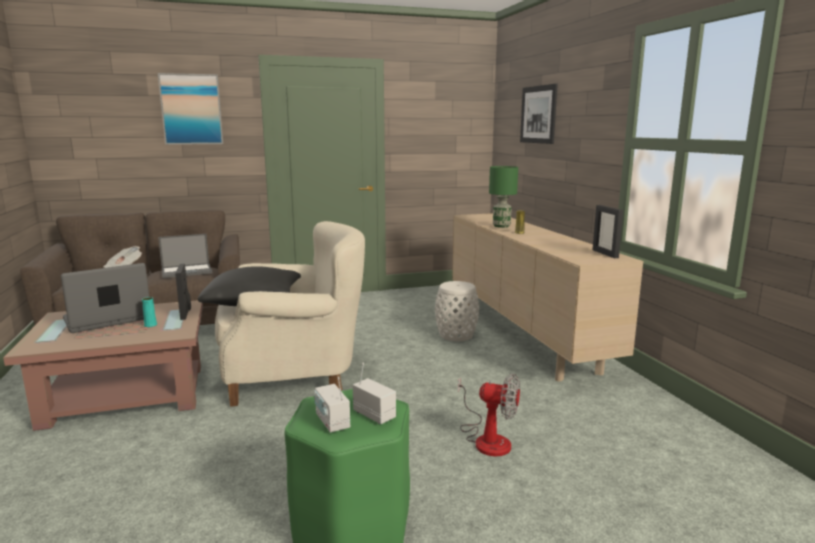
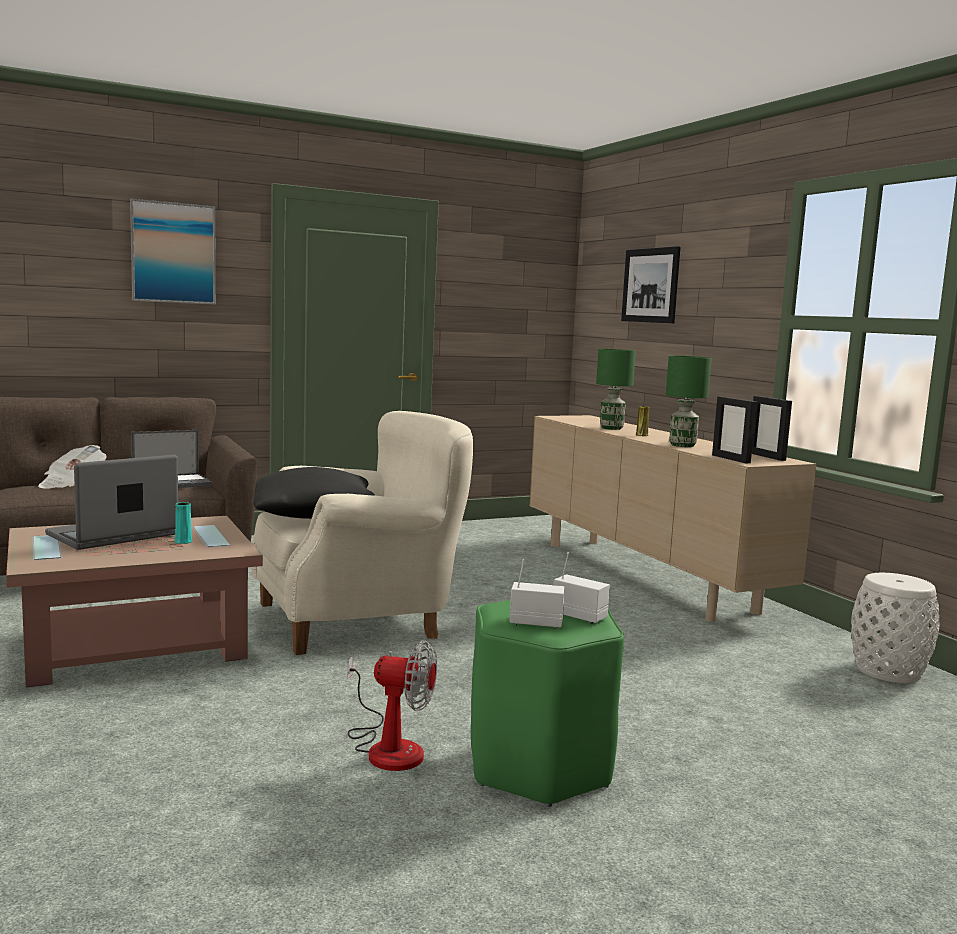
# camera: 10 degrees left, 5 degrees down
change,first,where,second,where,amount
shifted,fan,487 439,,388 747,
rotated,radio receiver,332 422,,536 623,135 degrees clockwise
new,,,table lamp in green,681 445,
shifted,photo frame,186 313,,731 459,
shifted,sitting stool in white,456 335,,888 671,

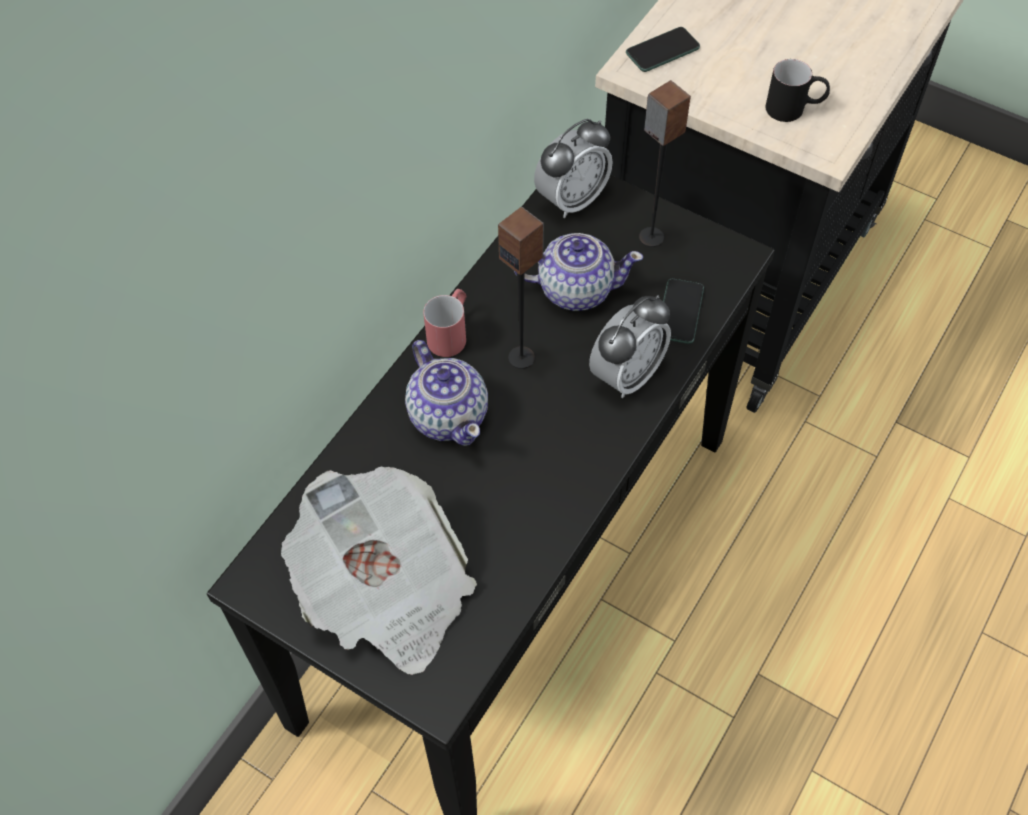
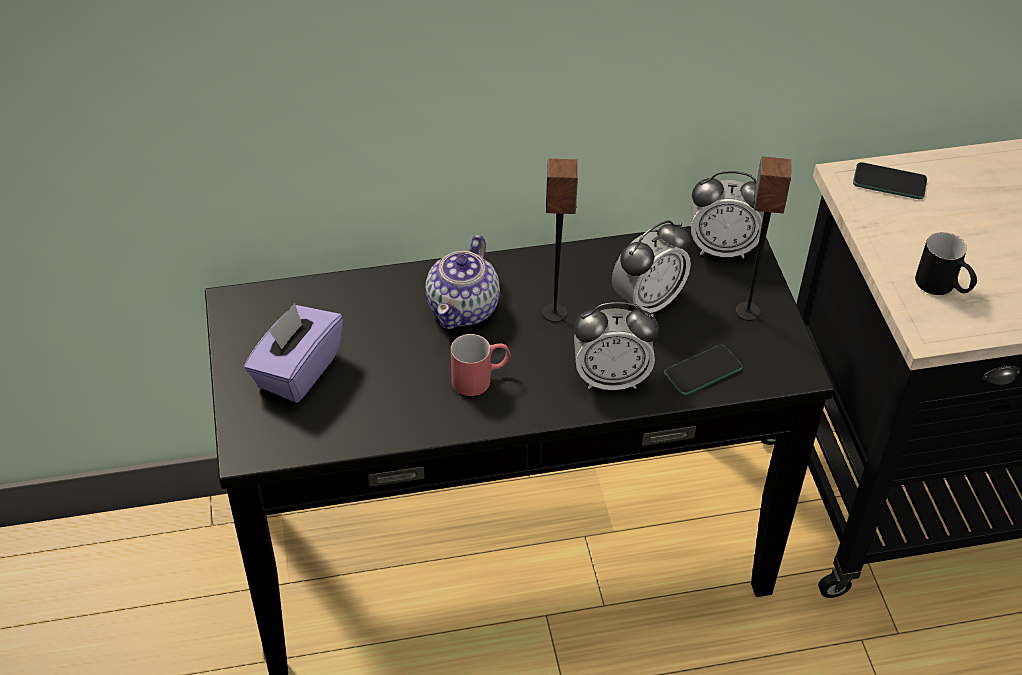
# camera: 45 degrees right, 10 degrees down
change,first,where,second,where,amount
swapped,newspaper,386 590,tissue holder in purplish,297 370,
shifted,coffee mug in red,451 333,,481 378,
swapped,tea pot,575 289,alarm clock,647 301,

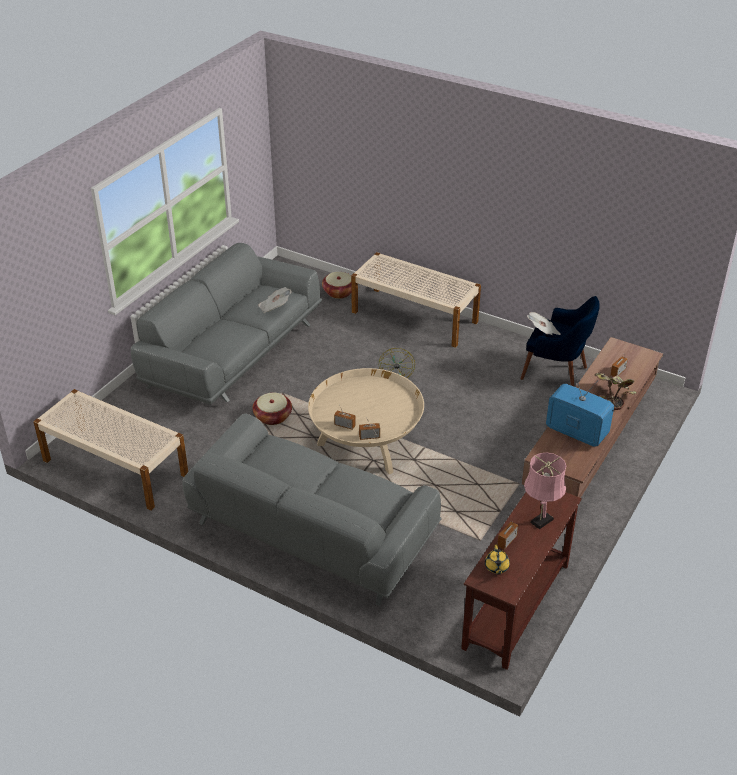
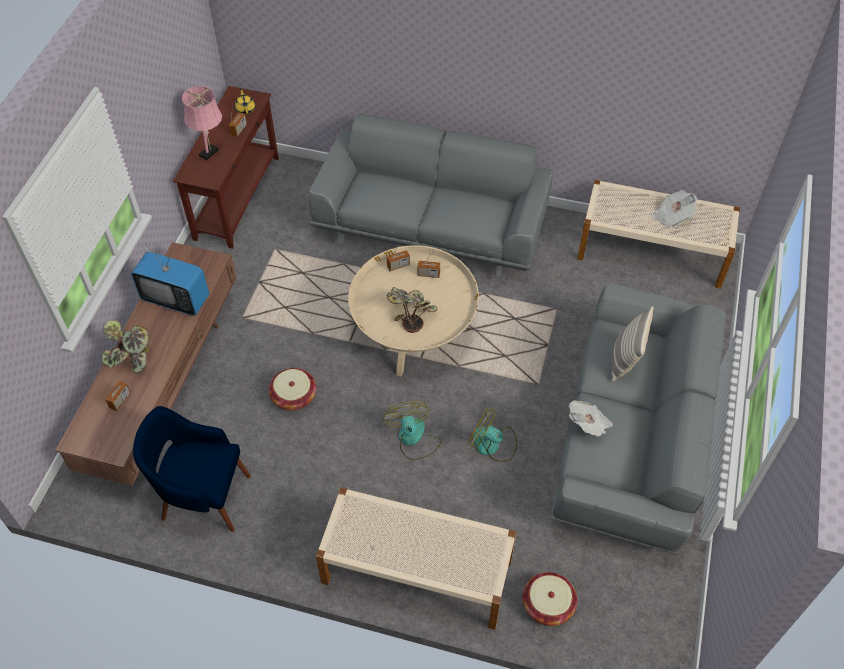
# camera: 165 degrees right, 15 degrees up
change,first,where,second,where,amount
shifted,household basket,273 416,,294 396,
new,,,plant in a pot,410 314,
new,,,fan,492 445,
new,,,cushion,625 360,
shifted,newspaper,543 332,,672 216,

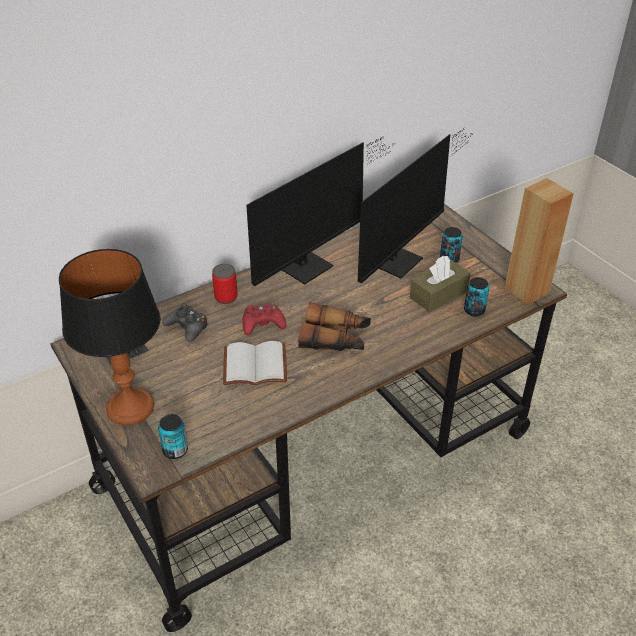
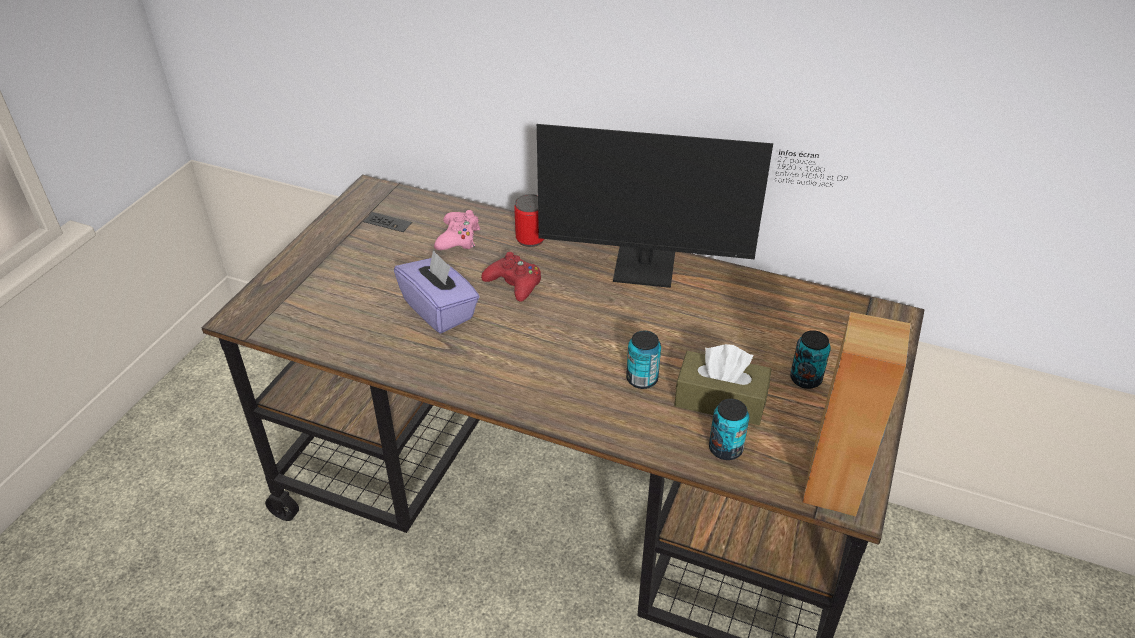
# camera: 55 degrees right, 0 degrees up
change,first,where,second,where,amount
swapped,book in white,254 367,tissue holder in purplish,440 310,
repainted,gamepad in black,187 327,gamepad in pinkish,458 238,
shifted,metal can,175 450,,642 379,
gone,table lamp,131 407,,,
gone,pair of binoculars,335 338,,,
gone,computer screen,401 258,,,

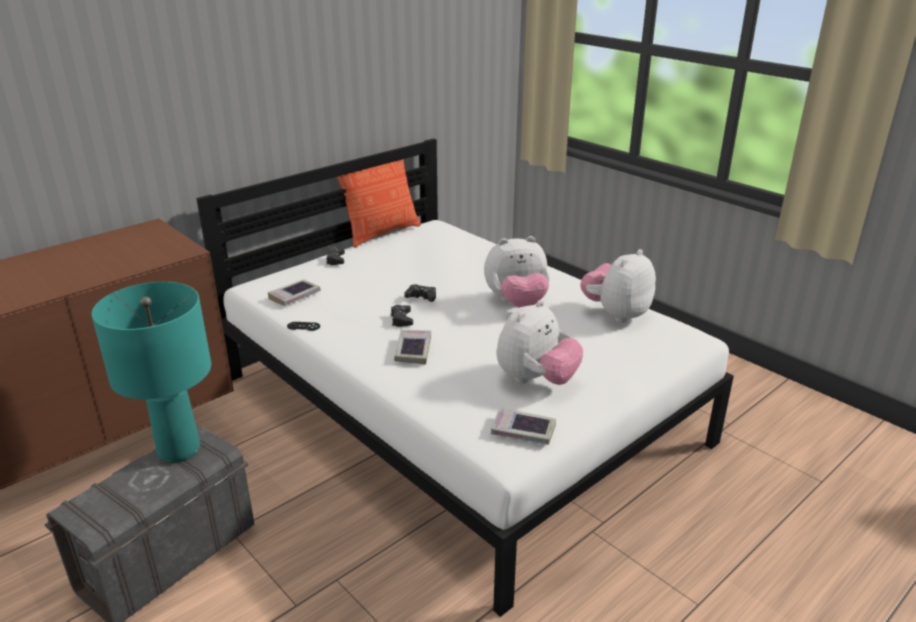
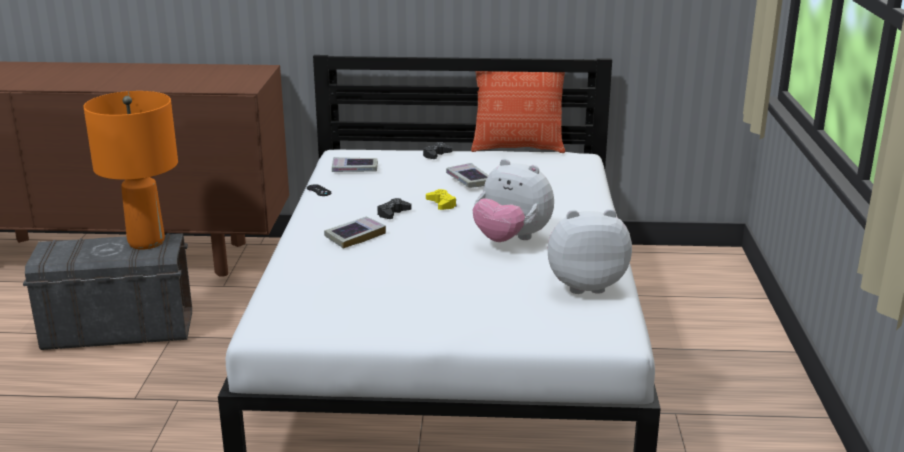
# camera: 45 degrees right, 5 degrees down
change,first,where,second,where,amount
repainted,table lamp in turquoise-coloured,178 451,table lamp in orangey,145 242,
repainted,gamepad in black,421 297,gamepad in yellowish,441 204,
shifted,book,523 431,,469 180,
gone,soft toy,536 380,,,

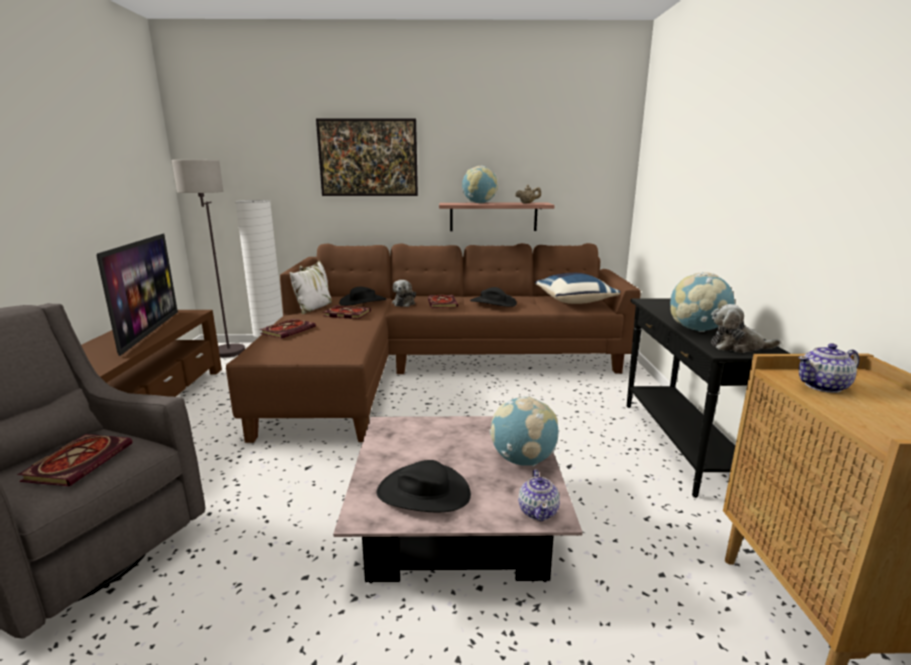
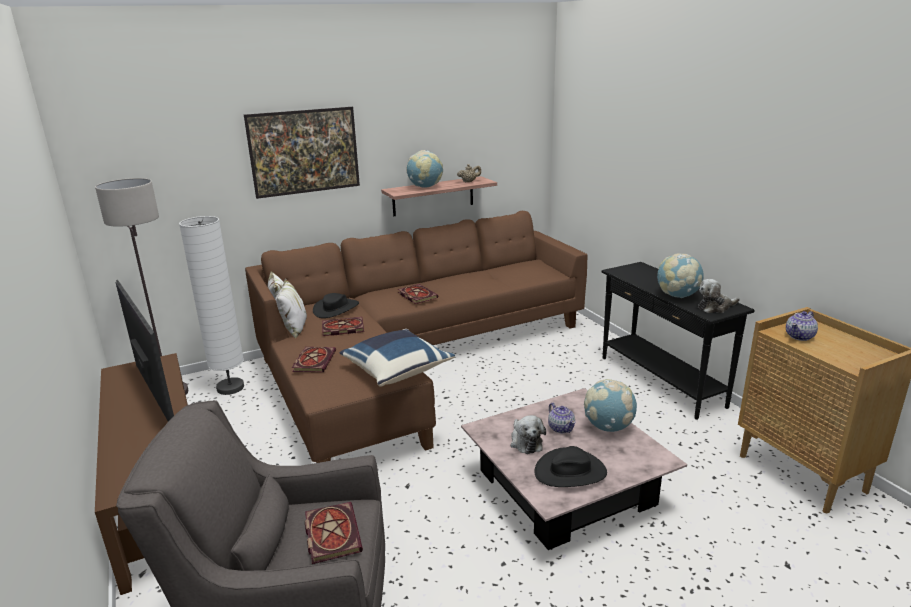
# camera: 25 degrees left, 5 degrees up
change,first,where,second,where,amount
shifted,cushion in blue-coloured,574 301,,396 371,
shifted,soft toy,404 303,,525 442,
shifted,tea pot,538 511,,561 428,
gone,hat in black,493 302,,,

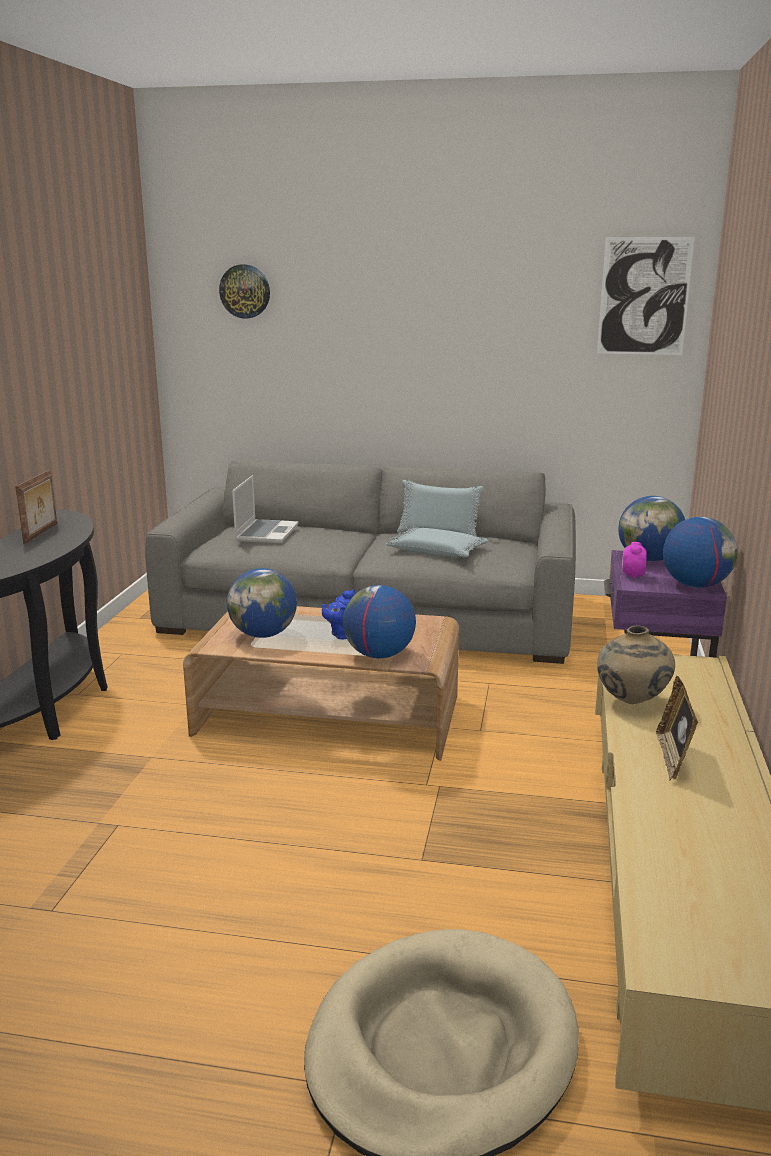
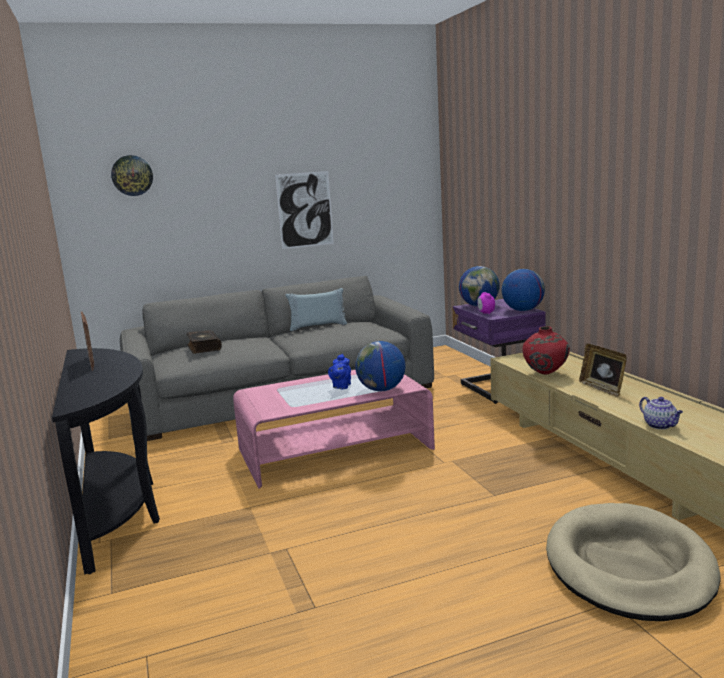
# camera: 30 degrees left, 5 degrees down
change,first,where,second,where,amount
swapped,notebook computer,266 533,book,203 347,
repainted,lounge table in brown,328 715,lounge table in pinkish,334 449,
shifted,wall picture,644 296,,305 210,
repainted,flower vase in beige-coloured,632 703,flower vase in red,546 374,
new,,,tea pot,660 425,
gone,world globe,263 635,,,
gone,cushion in blue-coloured,437 549,,,

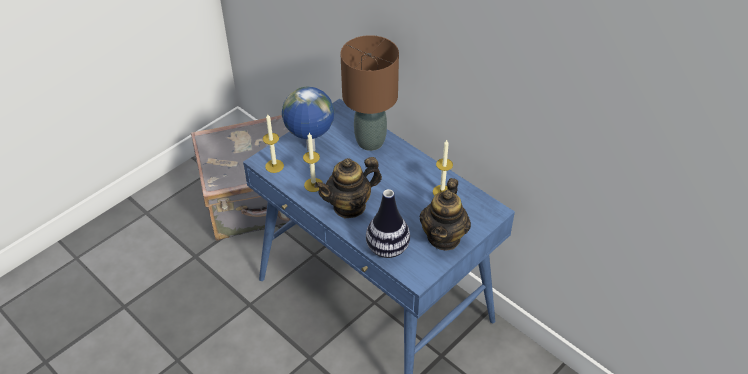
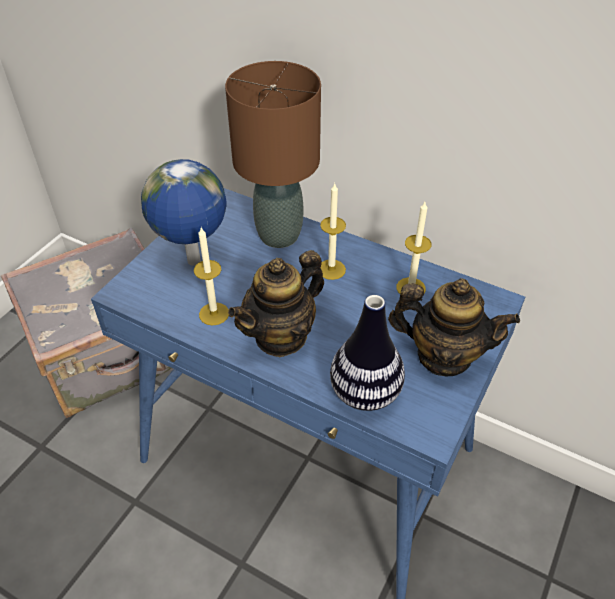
# camera: 15 degrees left, 0 degrees up
change,first,where,second,where,amount
shifted,wax light,274 166,,331 269,
rotated,tea pot,444 237,,443 356,75 degrees counterclockwise

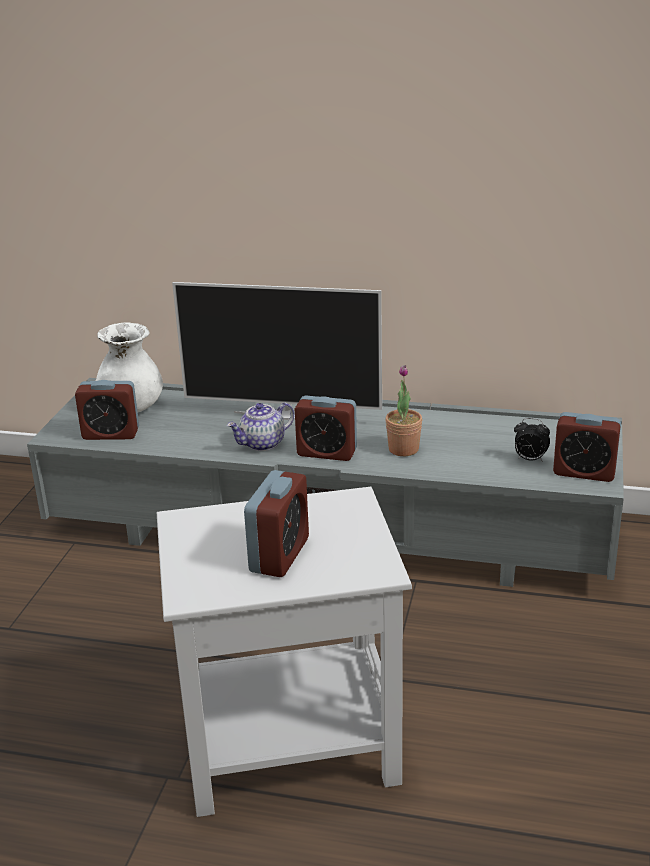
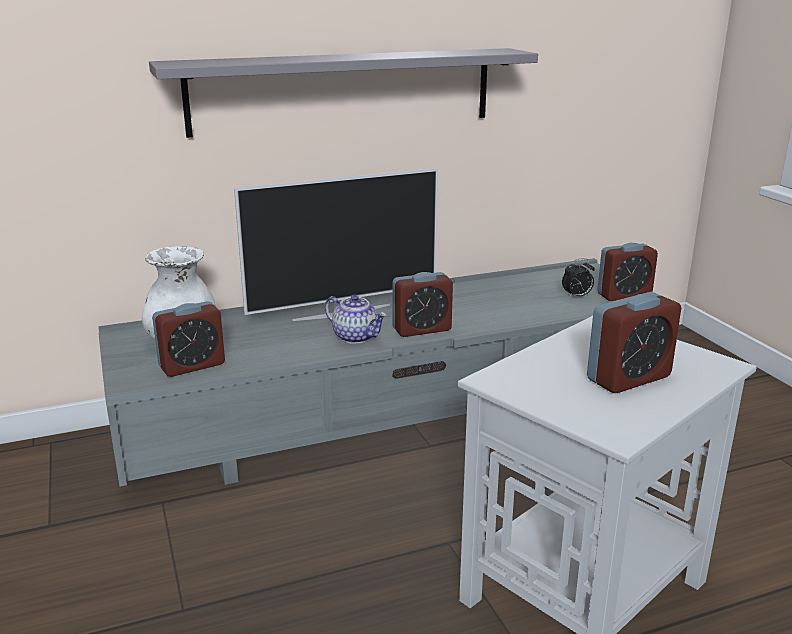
# camera: 35 degrees left, 5 degrees down
change,first,where,second,where,amount
new,,,bracket shelf in greyish,343 91,
rotated,tea pot,262 444,,356 337,75 degrees counterclockwise
rotated,alarm clock,279 555,,628 378,75 degrees clockwise
gone,plant in a pot,403 449,,,

